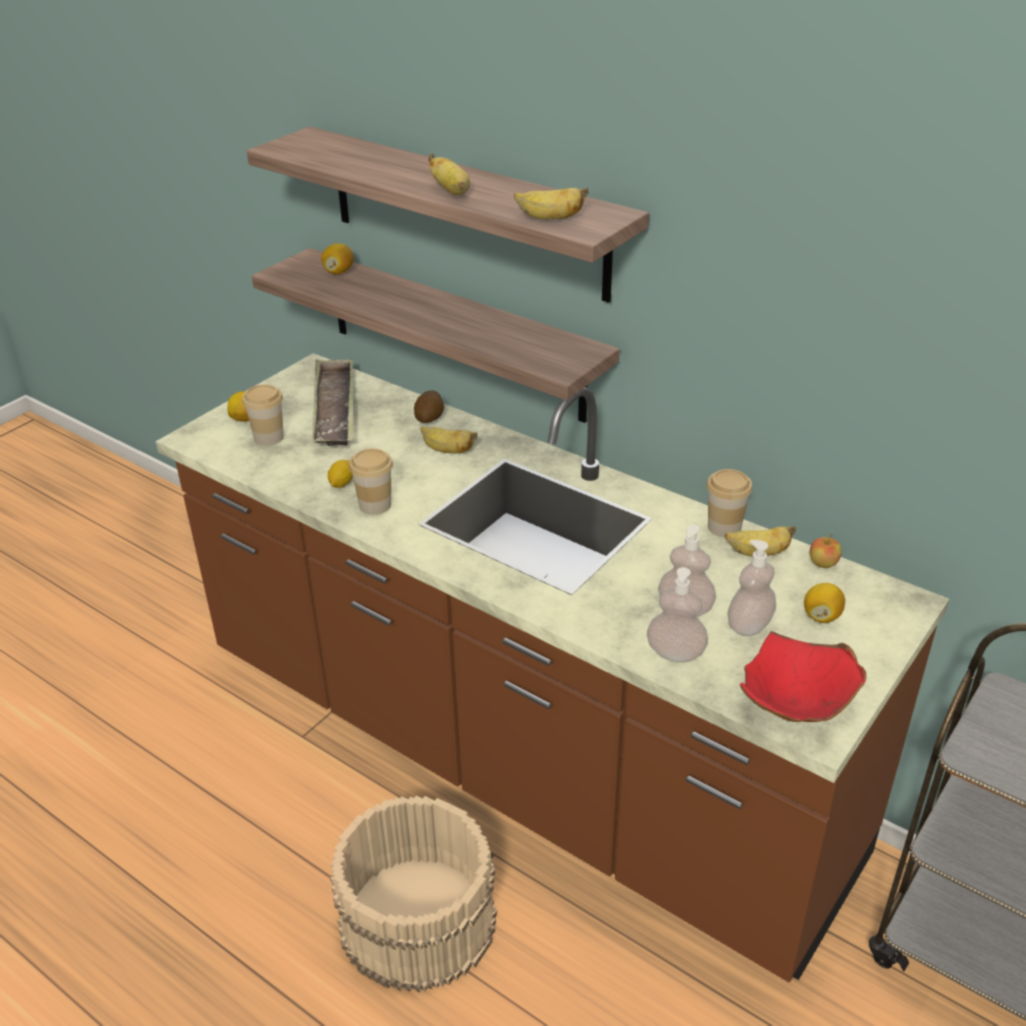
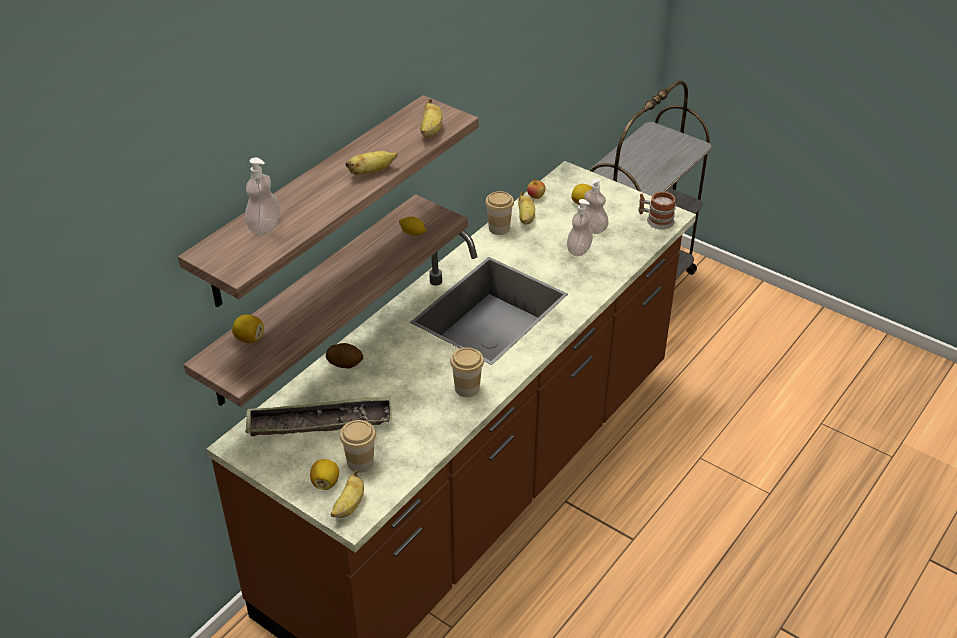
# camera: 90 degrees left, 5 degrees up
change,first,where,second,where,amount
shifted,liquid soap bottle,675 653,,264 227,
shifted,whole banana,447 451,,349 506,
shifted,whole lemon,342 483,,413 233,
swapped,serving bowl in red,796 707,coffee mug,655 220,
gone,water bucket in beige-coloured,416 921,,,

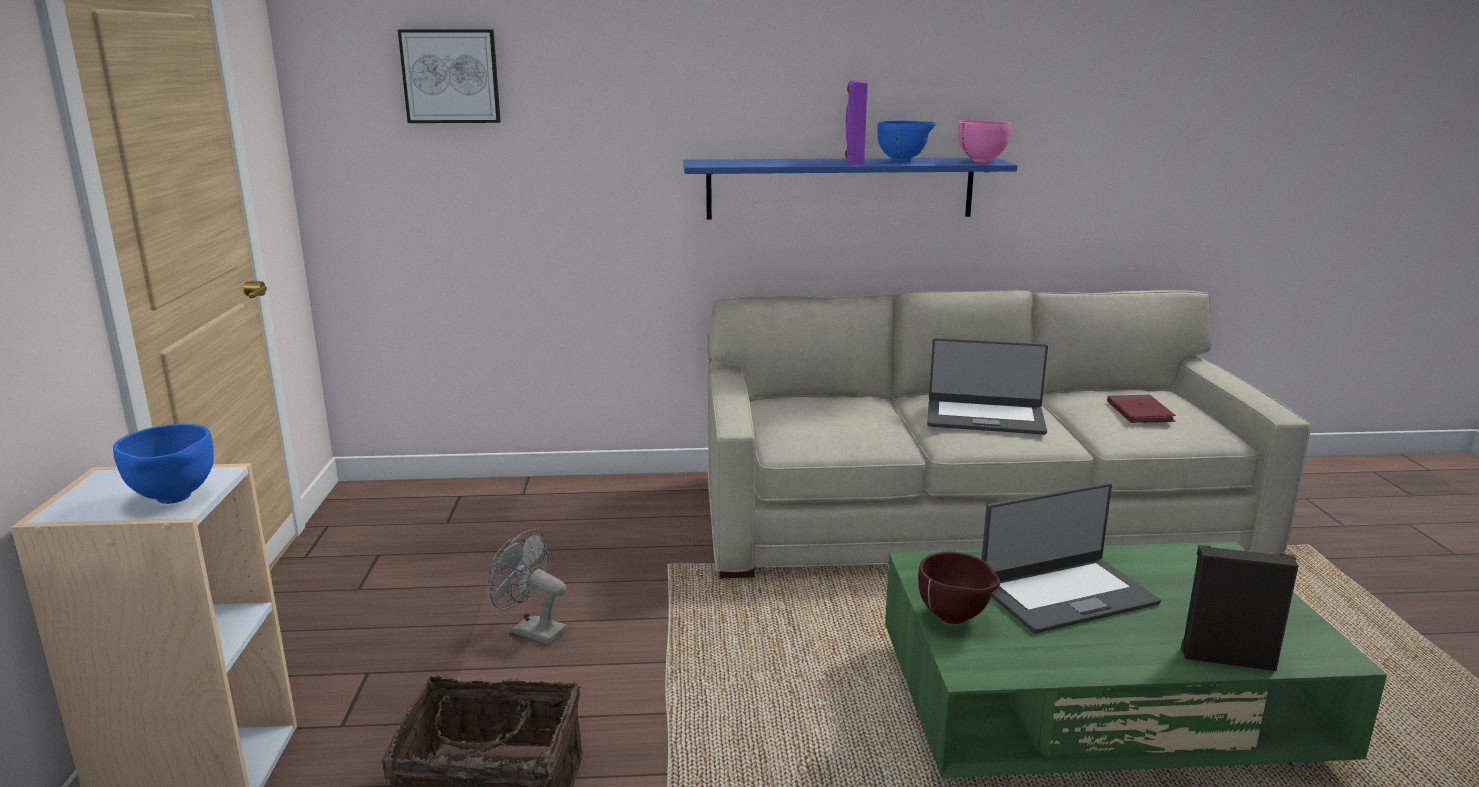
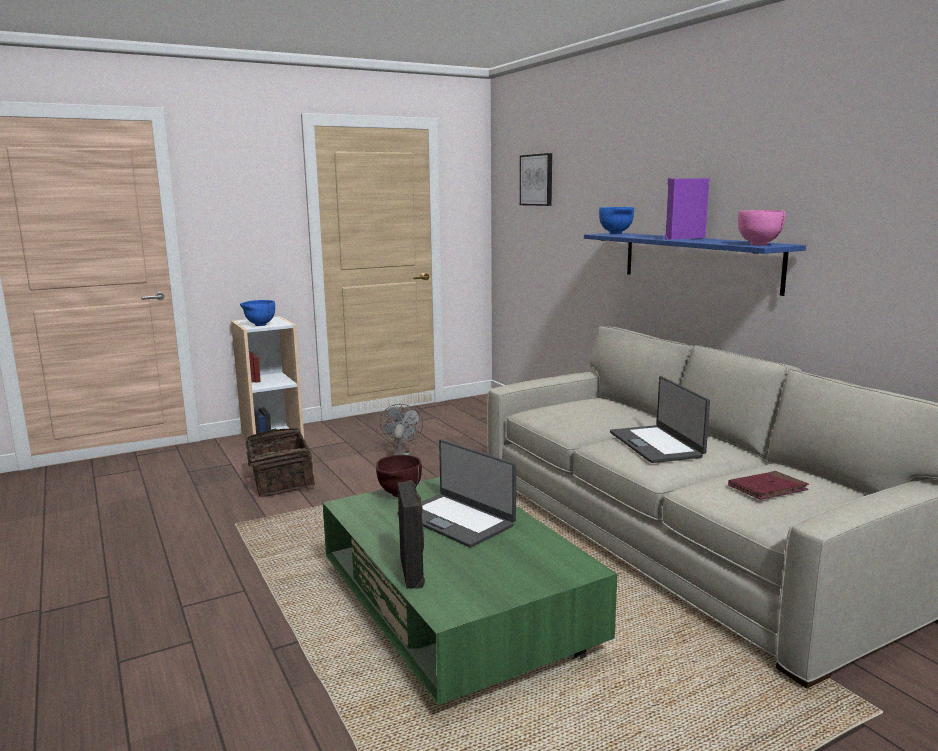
# camera: 65 degrees right, 5 degrees down
change,first,where,second,where,amount
shifted,serving bowl in blue-coloured,904 161,,616 233,

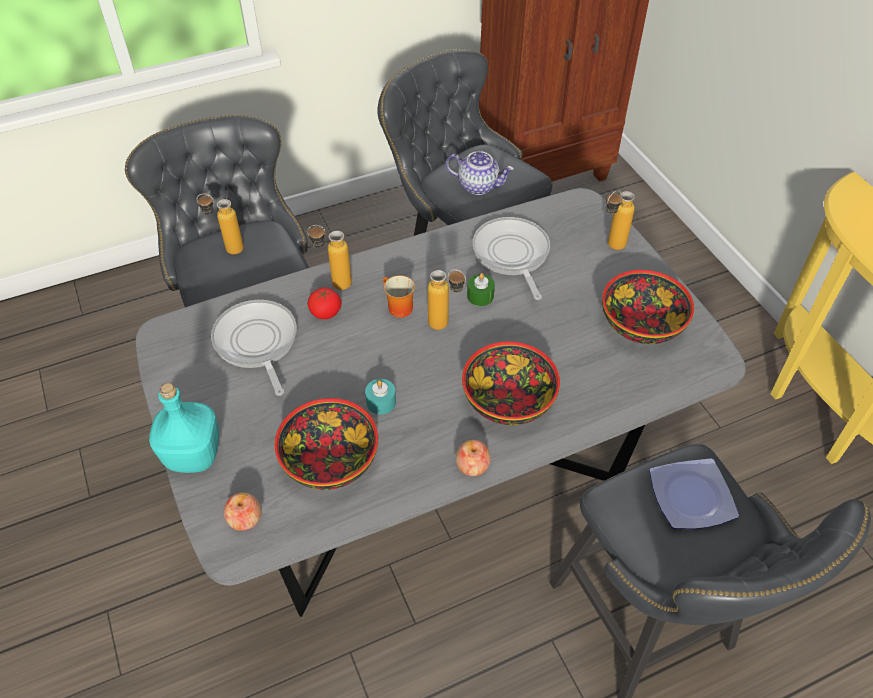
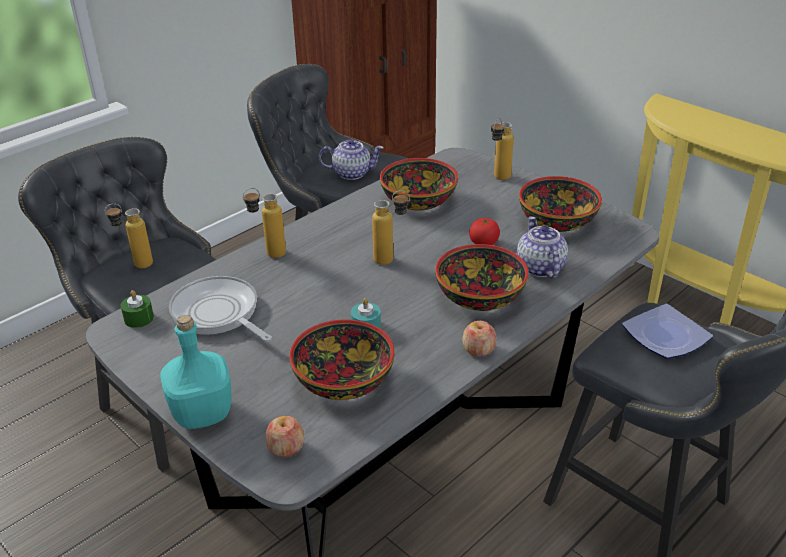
# camera: 20 degrees left, 15 degrees down
change,first,where,second,where,amount
shifted,wax light in green,480 296,,139 318,
swapped,pan,512 255,serving bowl,419 201,
shifted,tomato,325 312,,483 243,
new,,,tea pot,539 267,
gone,coffee mug,397 308,,,

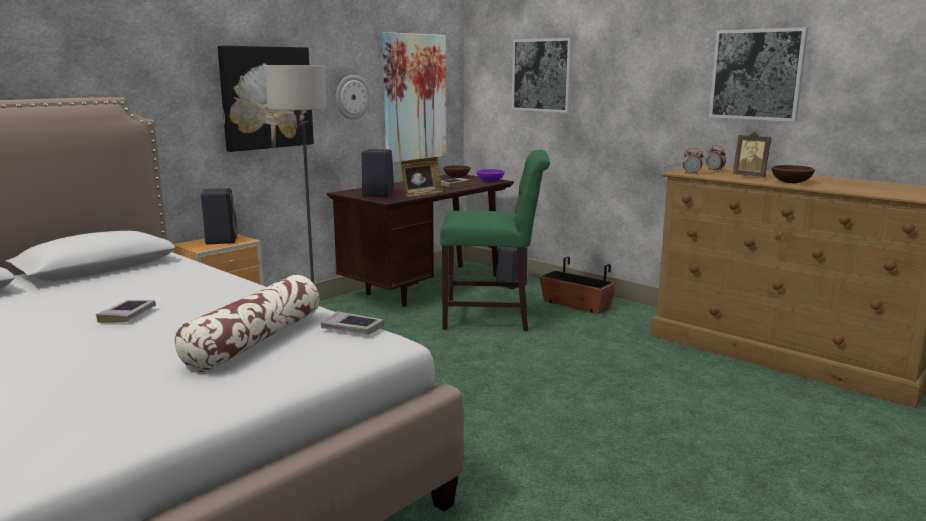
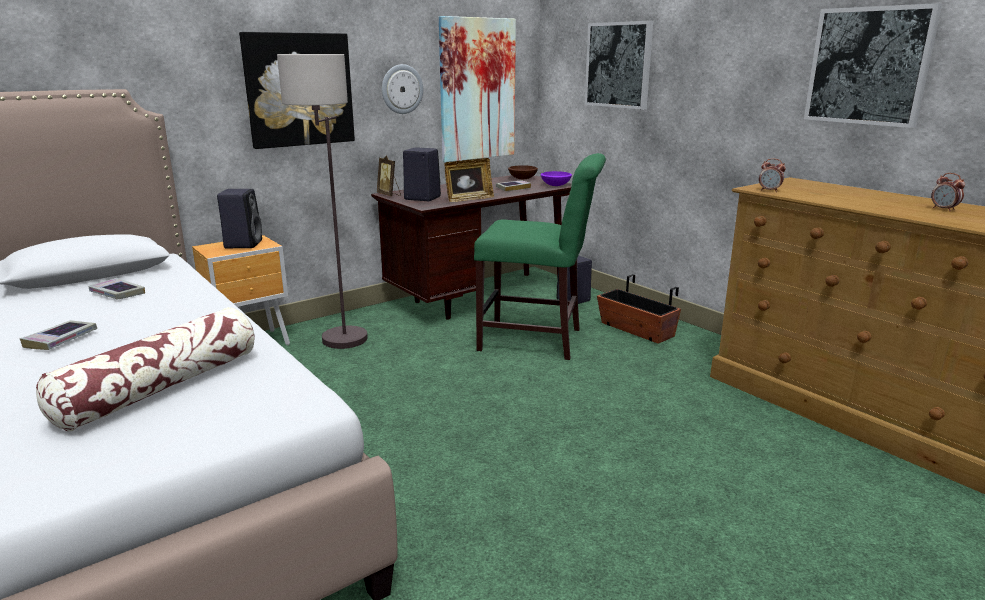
# camera: 10 degrees right, 5 degrees up
change,first,where,second,where,amount
shifted,book,352 328,,117 293,
shifted,photo frame,750 176,,389 195,
shifted,alarm clock,715 170,,944 209,
gone,serving bowl in brown,791 182,,,

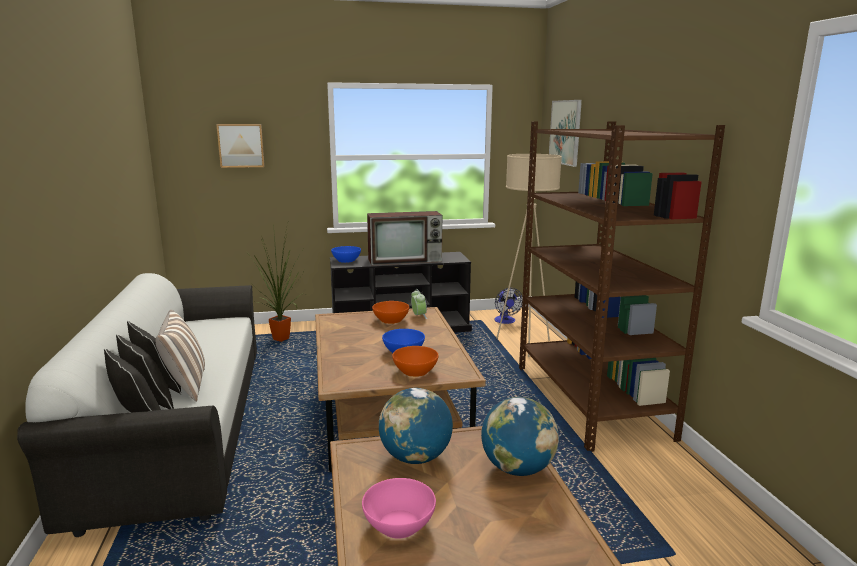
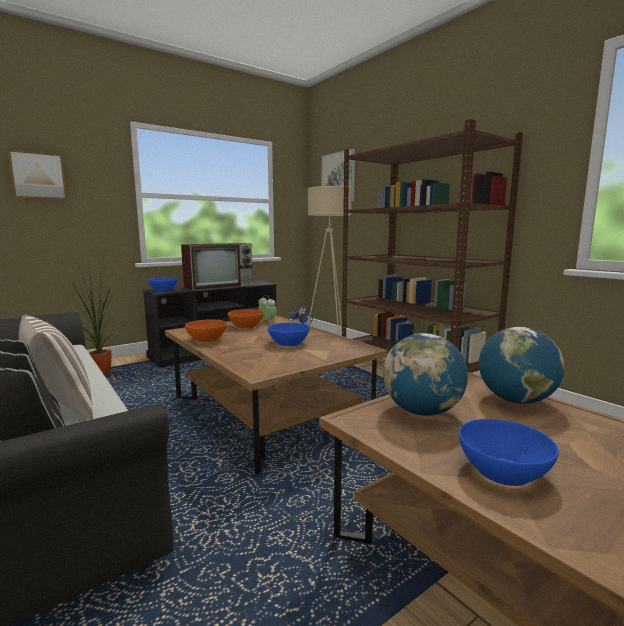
# camera: 25 degrees left, 5 degrees down
change,first,where,second,where,amount
shifted,serving bowl in orangey,415 371,,207 339,
repainted,serving bowl in pinkish,399 524,serving bowl in blue-coloured,503 471,

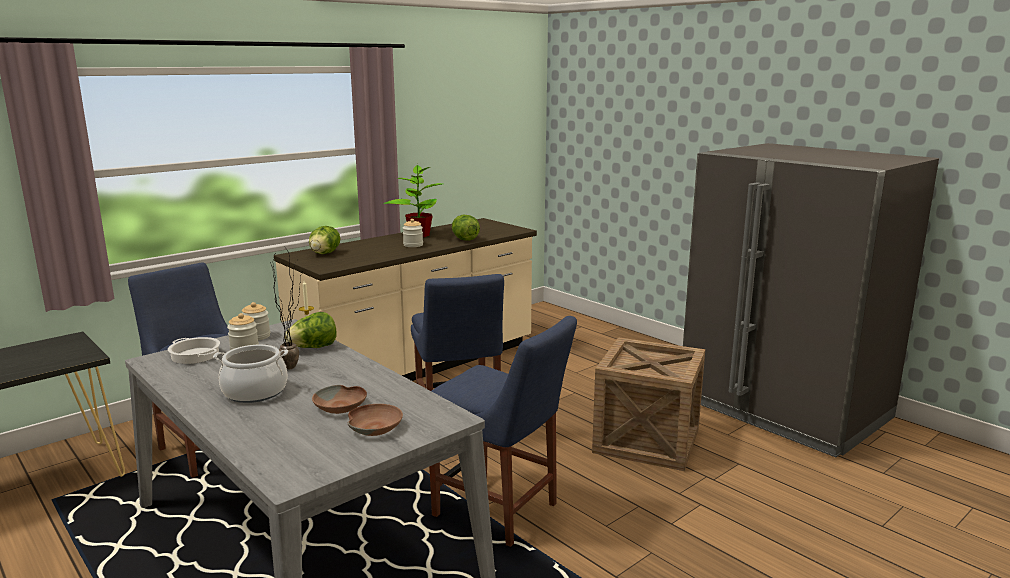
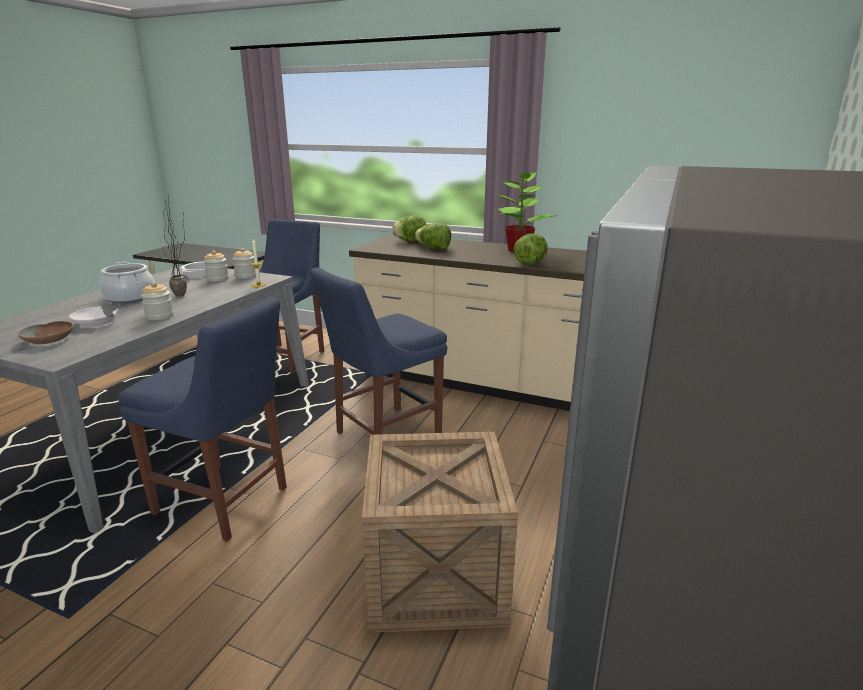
# camera: 65 degrees right, 5 degrees up
change,first,where,second,where,amount
repainted,serving bowl in brown,341 407,serving bowl in white,96 322,
rotated,chair in blue-coloured,500 512,,226 502,75 degrees counterclockwise
shifted,storage jar,413 245,,160 316,
shifted,head of lettuce,313 348,,433 248,

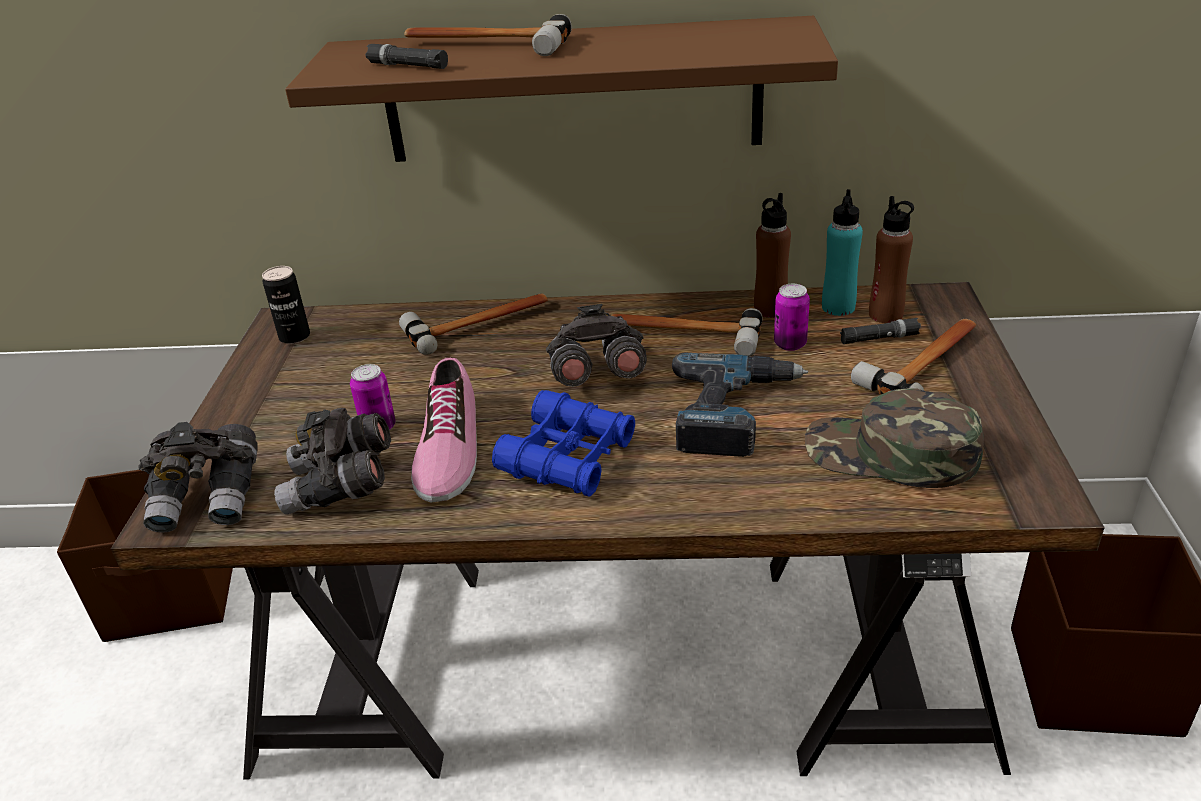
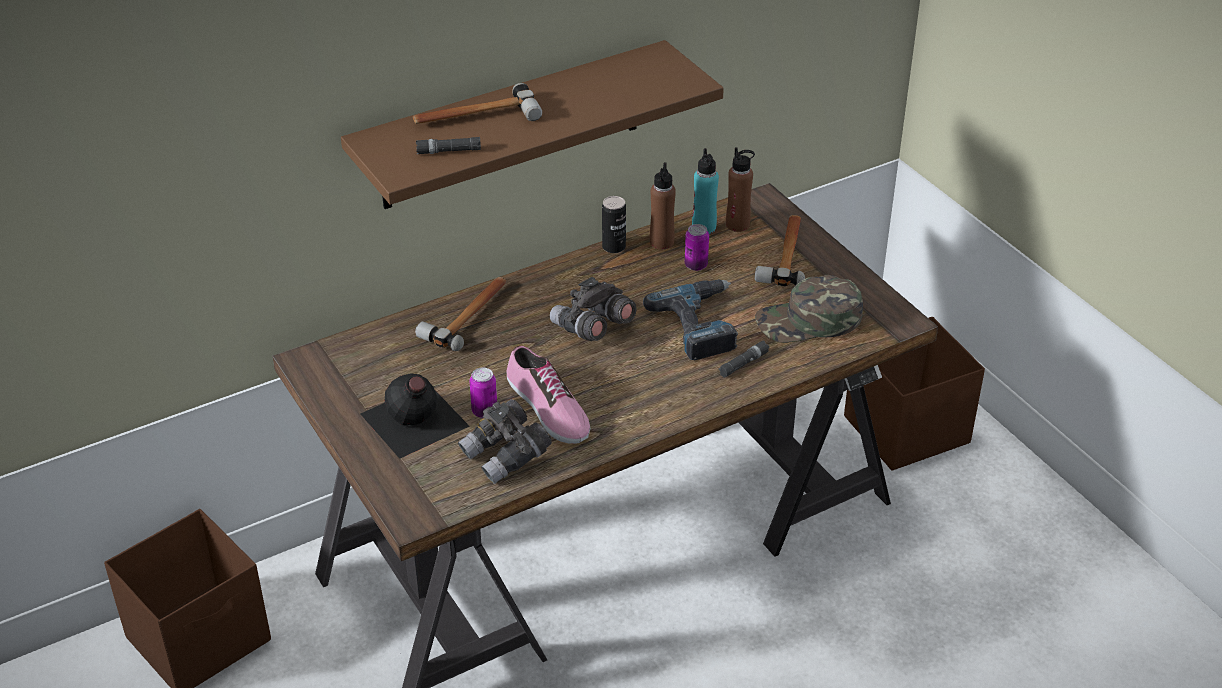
# camera: 35 degrees left, 5 degrees up
change,first,where,second,where,amount
new,,,beverage bottle in black,414 421,
shifted,metal can,294 336,,614 247,
shifted,torch in black,879 338,,743 364,
gone,pair of binoculars in greyish,209 498,,,
gone,pair of binoculars in blue-coloured,568 457,,,
gone,hammer,683 335,,,

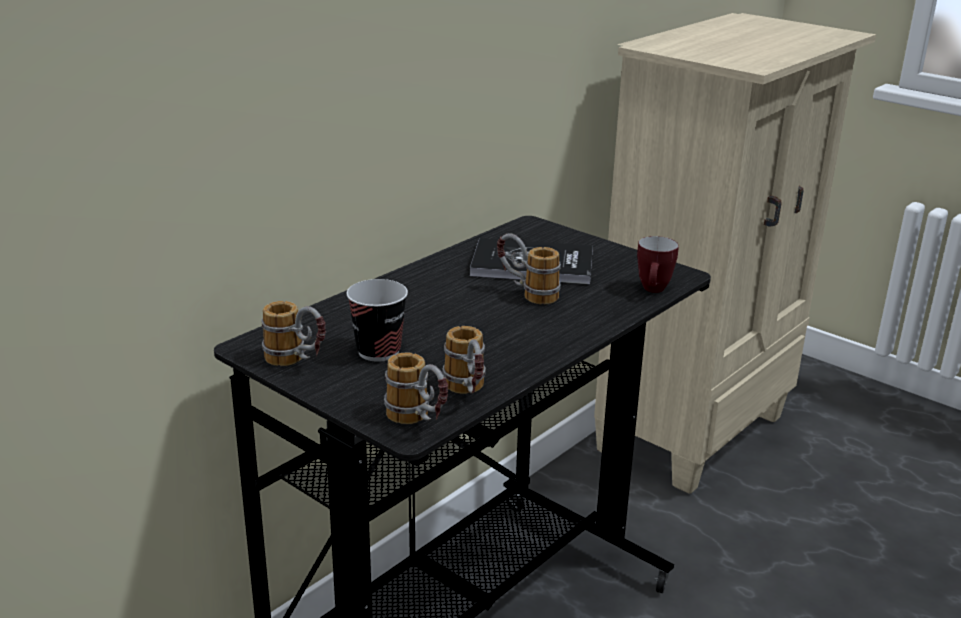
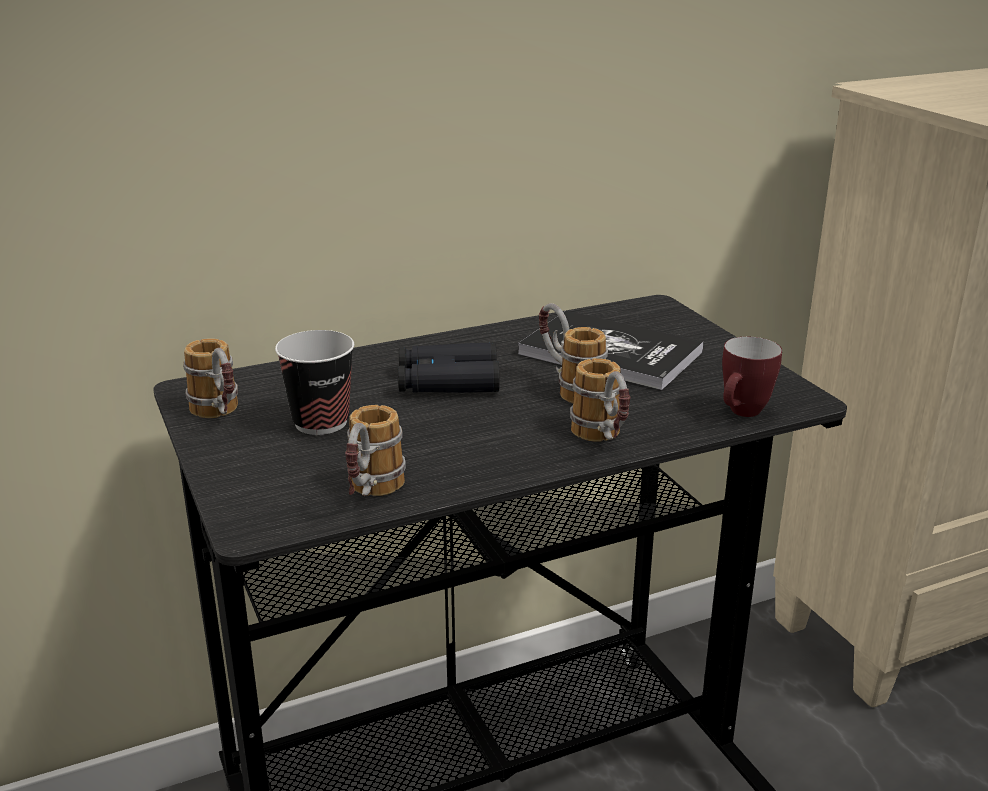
# camera: 25 degrees right, 0 degrees up
change,first,where,second,where,amount
new,,,pair of binoculars in black,448 382,
shifted,coffee mug,419 422,,603 441,

